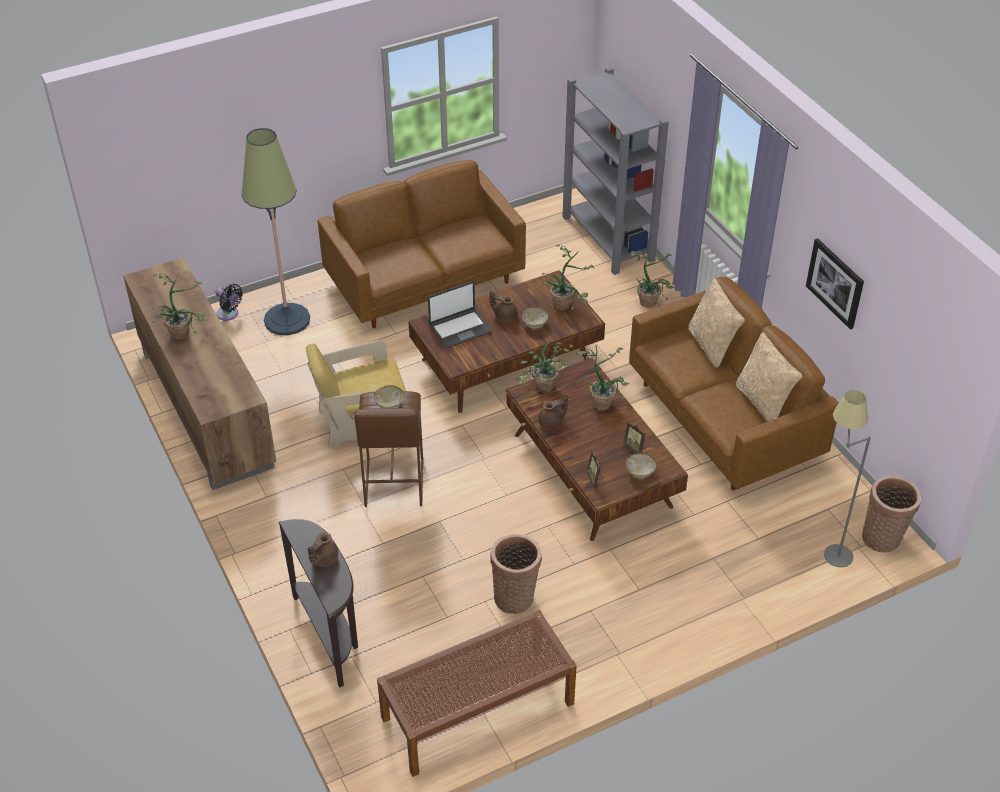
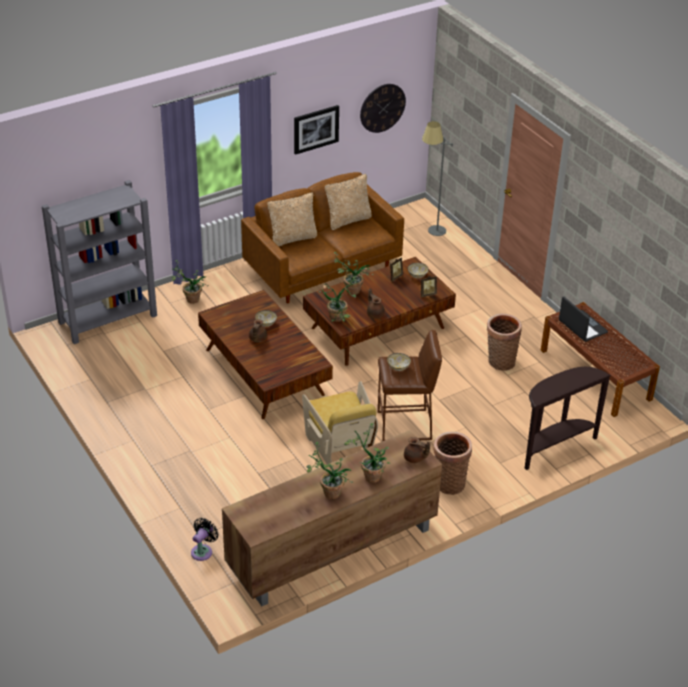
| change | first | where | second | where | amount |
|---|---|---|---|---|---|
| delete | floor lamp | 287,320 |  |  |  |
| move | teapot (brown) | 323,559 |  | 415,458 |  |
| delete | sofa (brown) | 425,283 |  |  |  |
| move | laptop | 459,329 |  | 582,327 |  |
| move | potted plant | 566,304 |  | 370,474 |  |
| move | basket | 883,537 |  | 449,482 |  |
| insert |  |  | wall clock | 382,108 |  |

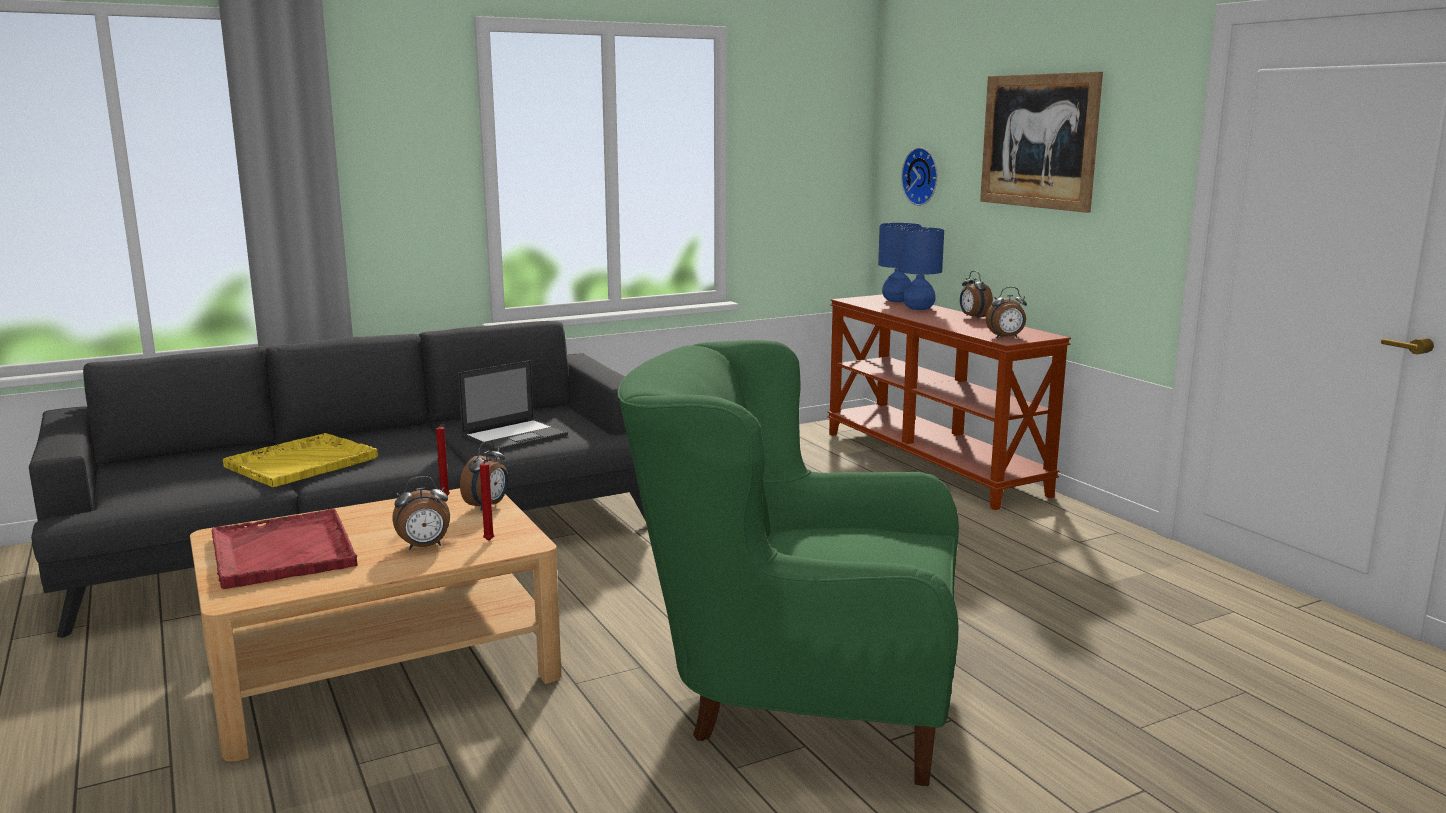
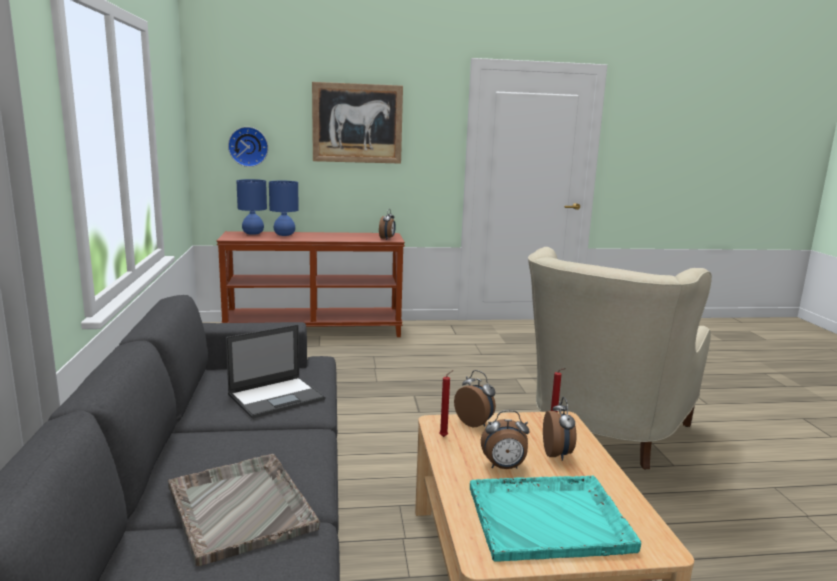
| change | first | where | second | where | amount |
|---|---|---|---|---|---|
| recolor | tray (red) | 283,552 | tray (turquoise) | 550,519 |  |
| recolor | tray (yellow) | 303,462 | tray (grey) | 240,507 |  |
| rotate | laptop | 515,436 |  | 277,397 | 75 degrees clockwise |
| recolor | armchair (green) | 794,699 | armchair (beige) | 604,435 |  |
| move | alarm clock | 973,317 |  | 504,467 |  |

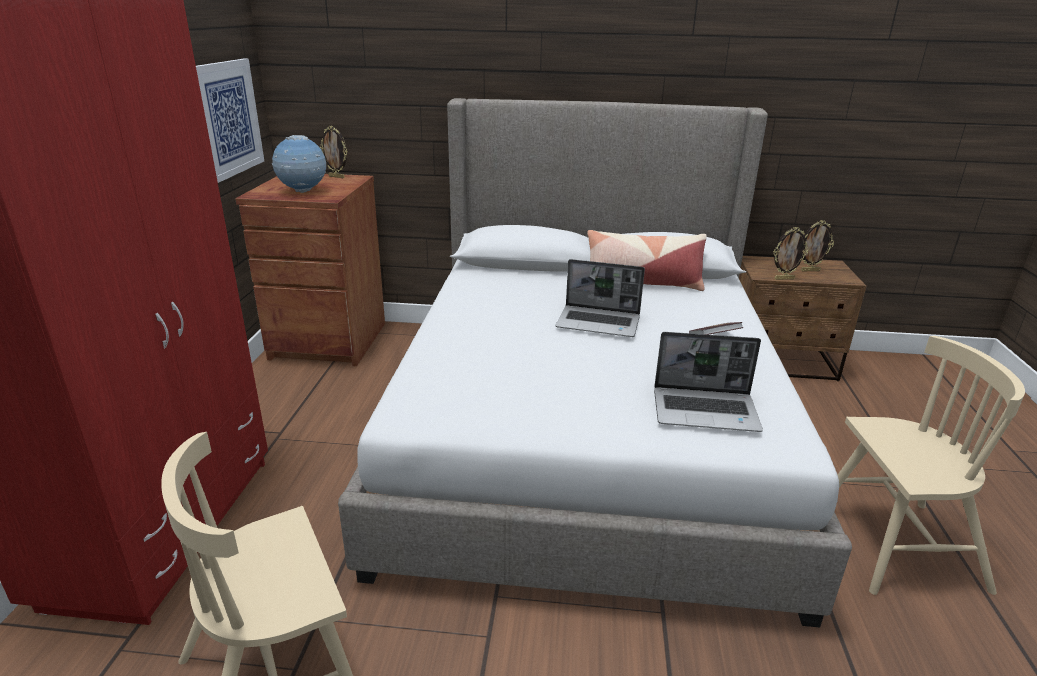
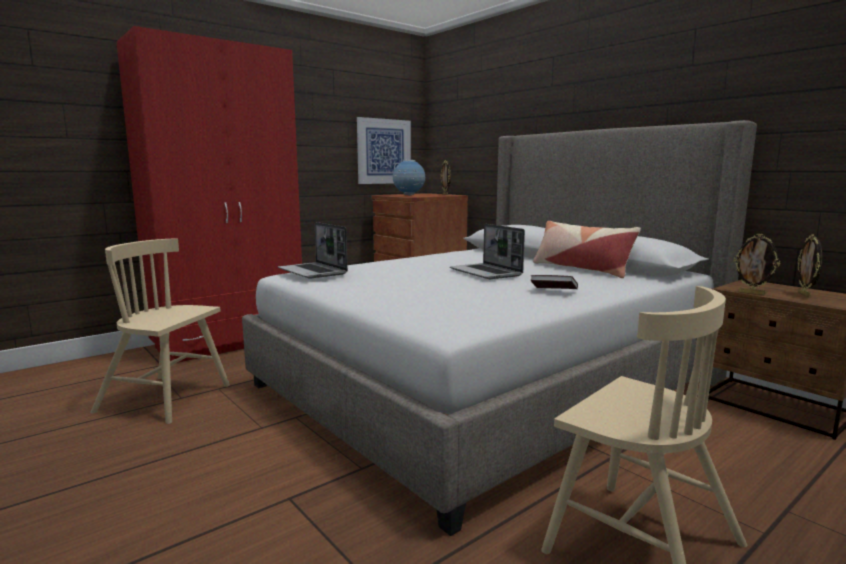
| change | first | where | second | where | amount |
|---|---|---|---|---|---|
| move | laptop | 706,411 |  | 313,272 |  |
| rotate | picture frame | 810,270 |  | 805,295 | 60 degrees clockwise |

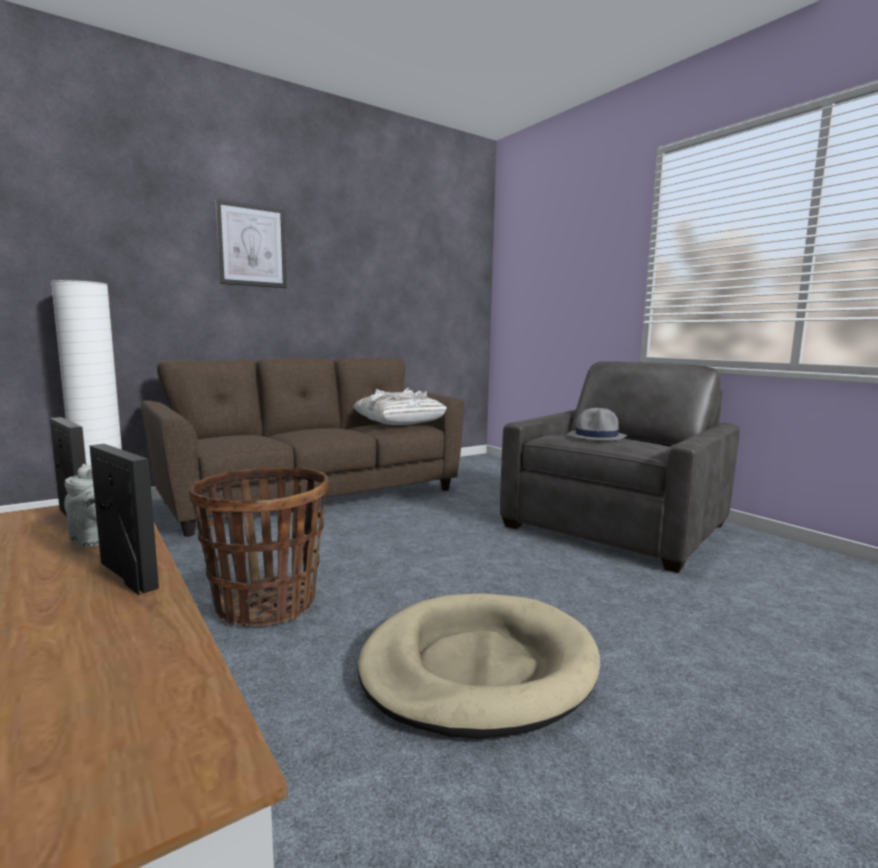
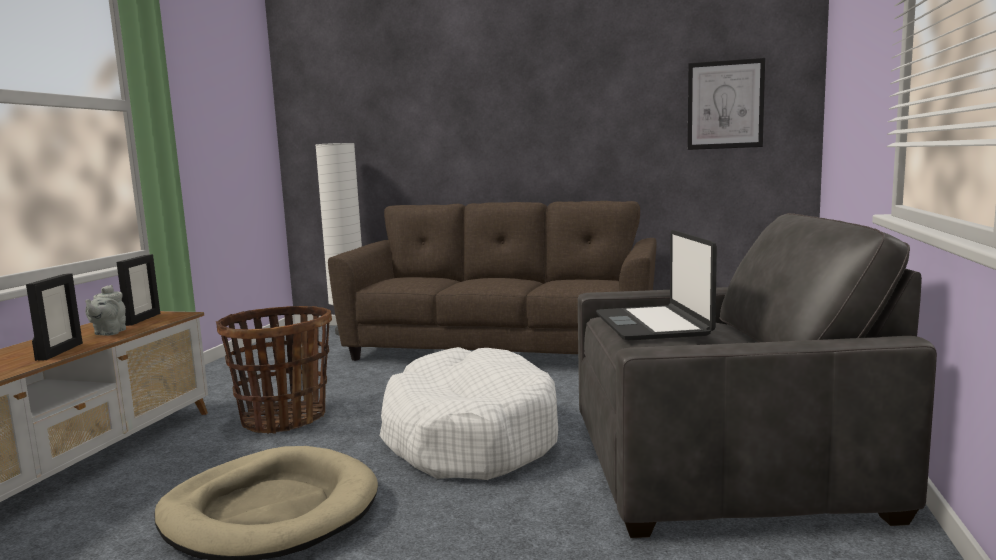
| change | first | where | second | where | amount |
|---|---|---|---|---|---|
| move | picture | 252,246 |  | 725,105 |  |
| delete | pillow (white) | 399,424 |  |  |  |
| replace | hat (grey) | 597,436 | laptop | 653,325 |  |
| insert |  |  | dog bed (white) | 469,437 |  |

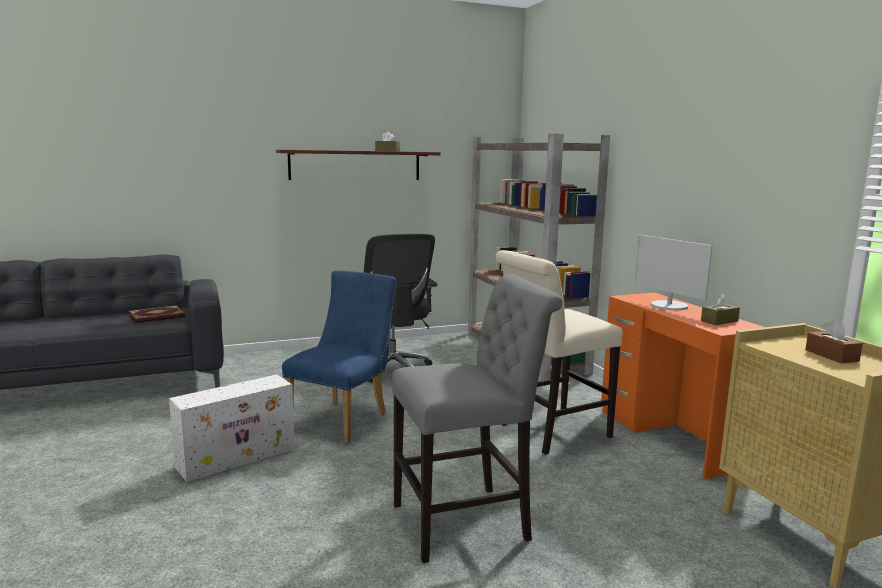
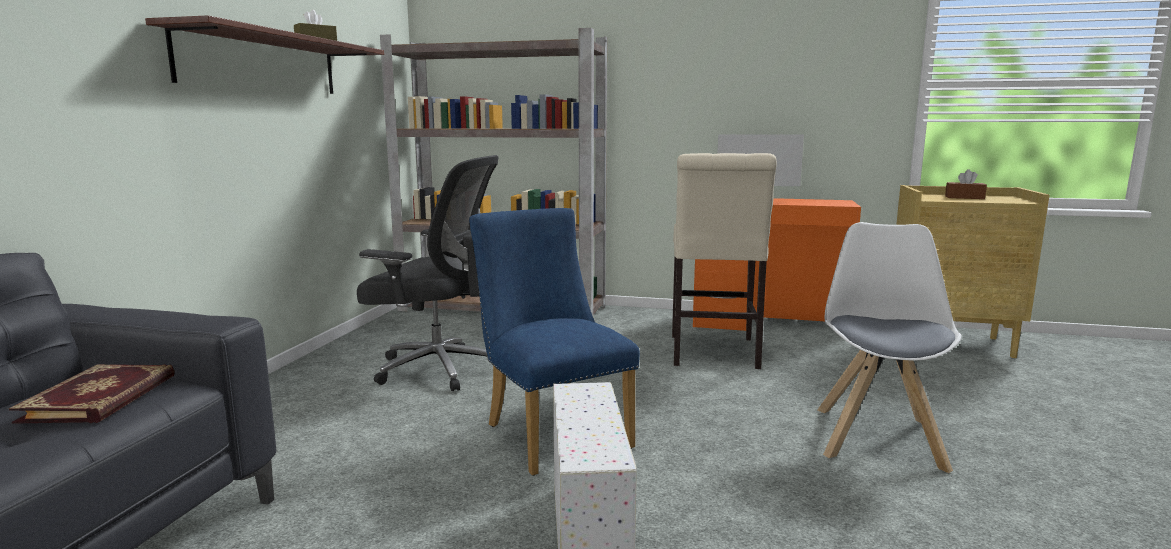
| change | first | where | second | where | amount |
|---|---|---|---|---|---|
| replace | stool (grey) | 468,522 | chair | 878,436 |  |
| delete | tissue box (brown) | 719,321 |  |  |  |

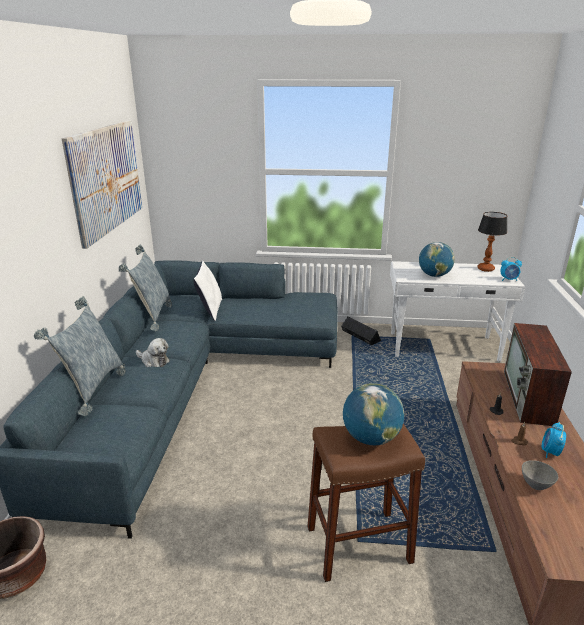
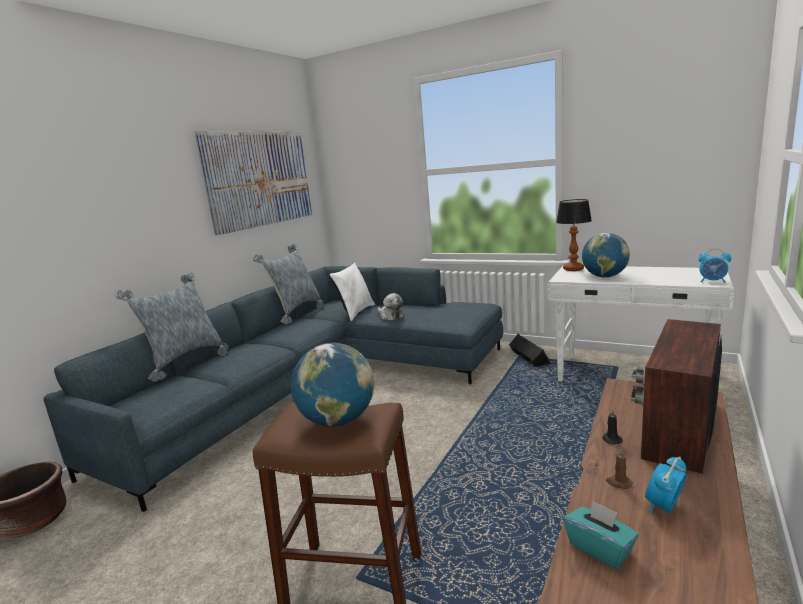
| change | first | where | second | where | amount |
|---|---|---|---|---|---|
| move | plush toy | 153,361 |  | 390,316 |  |
| move | table lamp | 486,269 |  | 573,269 |  |
| replace | bowl (grey) | 535,485 | tissue box (turquoise) | 600,548 |  |

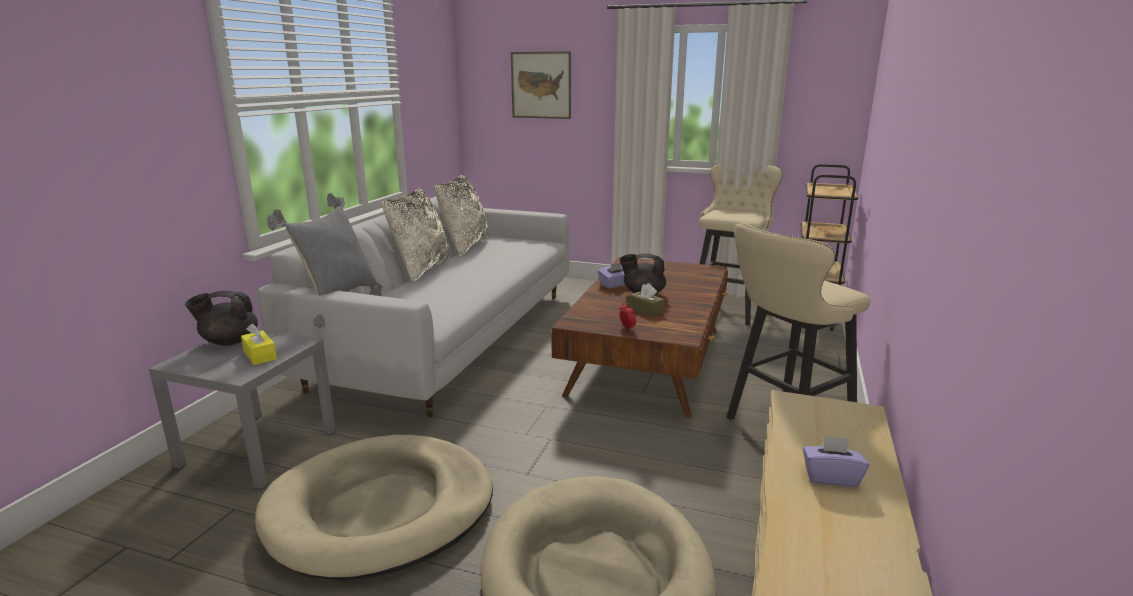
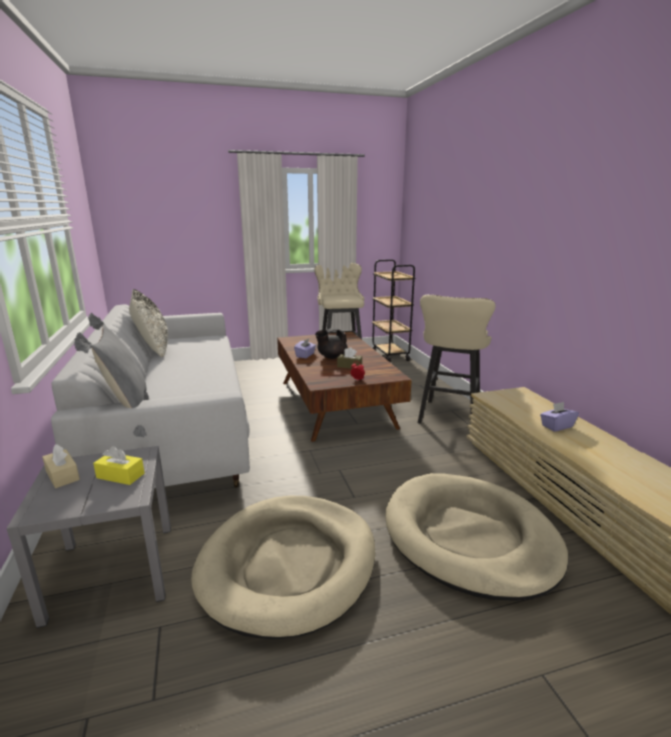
| change | first | where | second | where | amount |
|---|---|---|---|---|---|
| replace | teapot (black) | 229,341 | tissue box (beige) | 62,475 |  |
| delete | pillow (beige) | 422,269 |  |  |  |
| delete | picture | 541,85 |  |  |  |

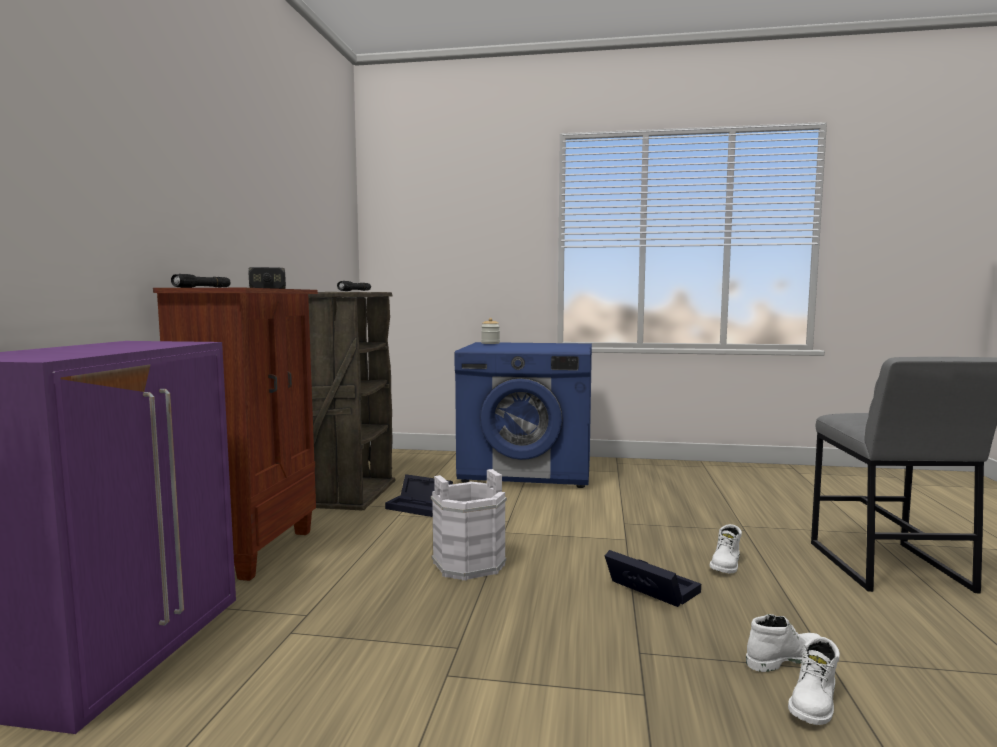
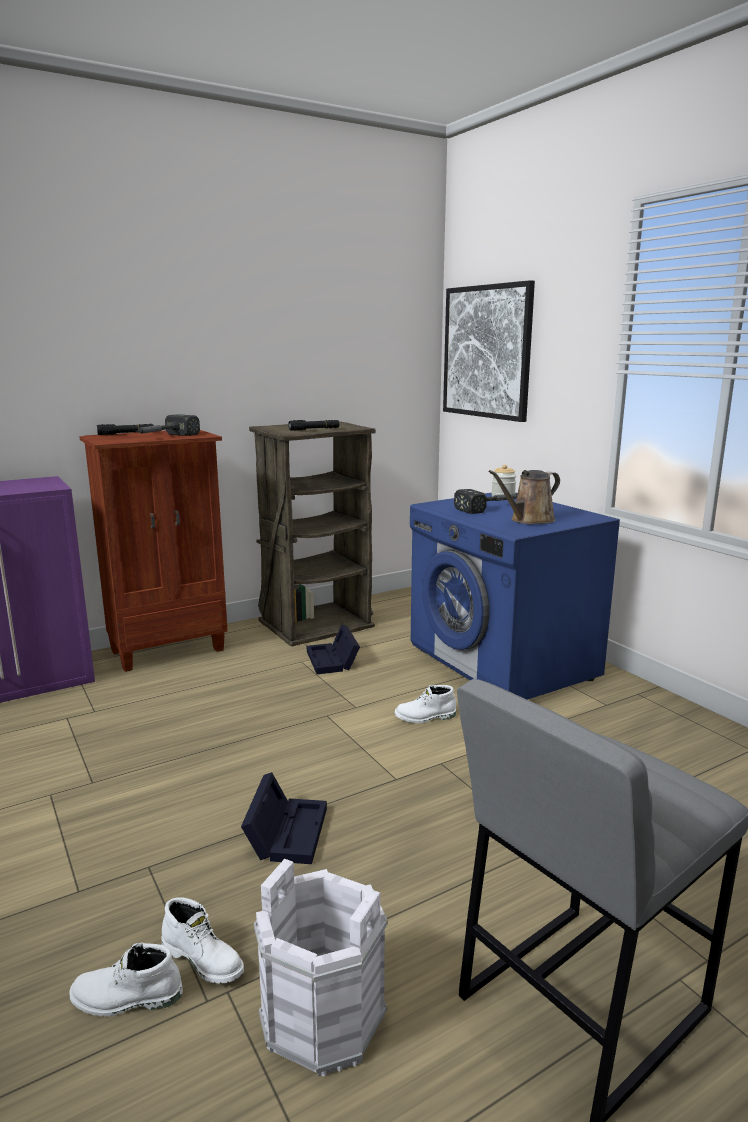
| change | first | where | second | where | amount |
|---|---|---|---|---|---|
| move | bucket (white) | 468,563 |  | 323,1016 |  |
| move | boot (white) | 726,565 |  | 425,717 |  |
| insert |  |  | picture | 487,352 |  |
| insert |  |  | hammer | 491,507 |  |
| insert |  |  | watering can (brown) | 529,520 |  |

